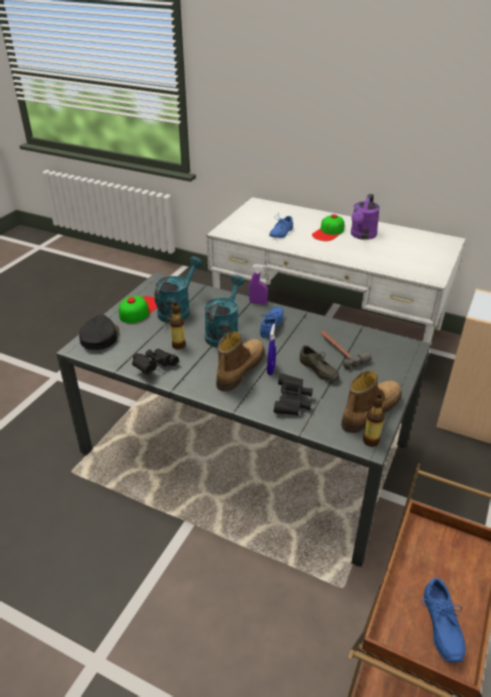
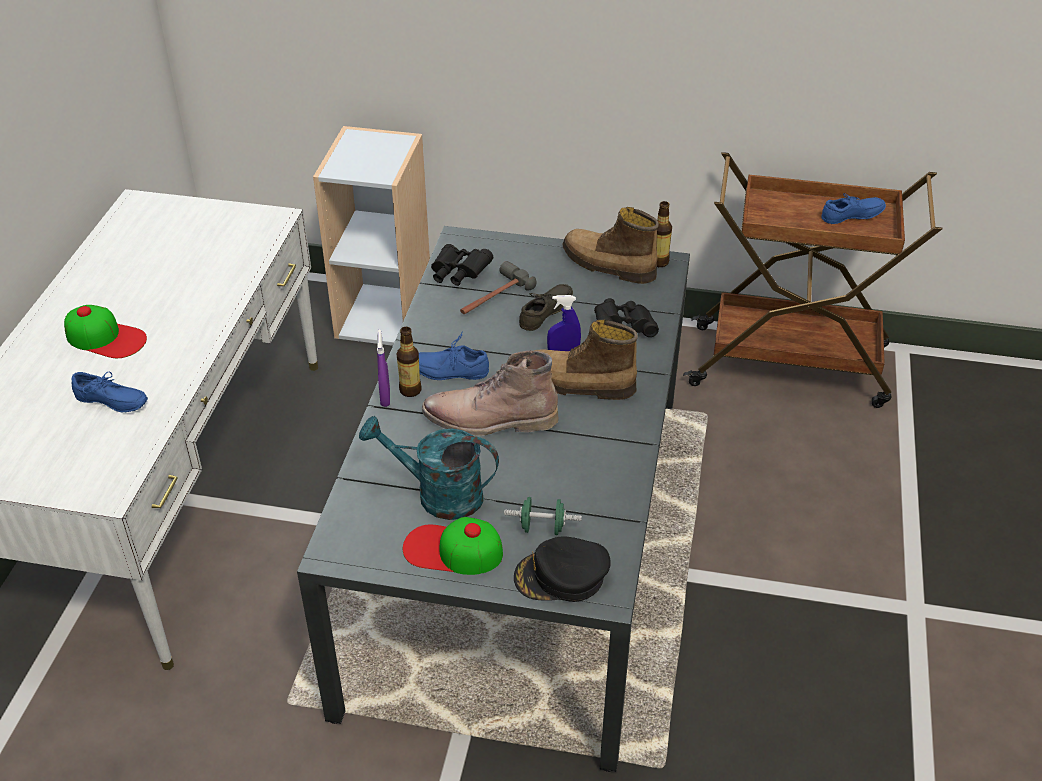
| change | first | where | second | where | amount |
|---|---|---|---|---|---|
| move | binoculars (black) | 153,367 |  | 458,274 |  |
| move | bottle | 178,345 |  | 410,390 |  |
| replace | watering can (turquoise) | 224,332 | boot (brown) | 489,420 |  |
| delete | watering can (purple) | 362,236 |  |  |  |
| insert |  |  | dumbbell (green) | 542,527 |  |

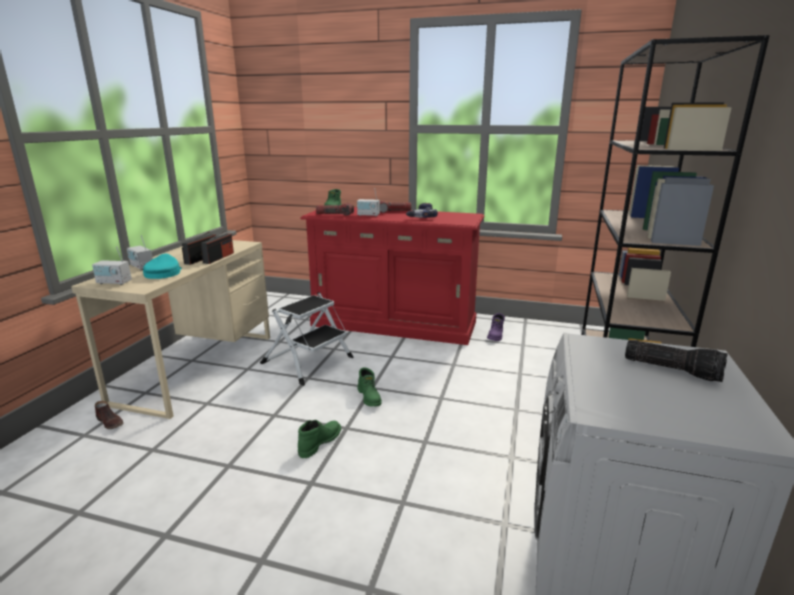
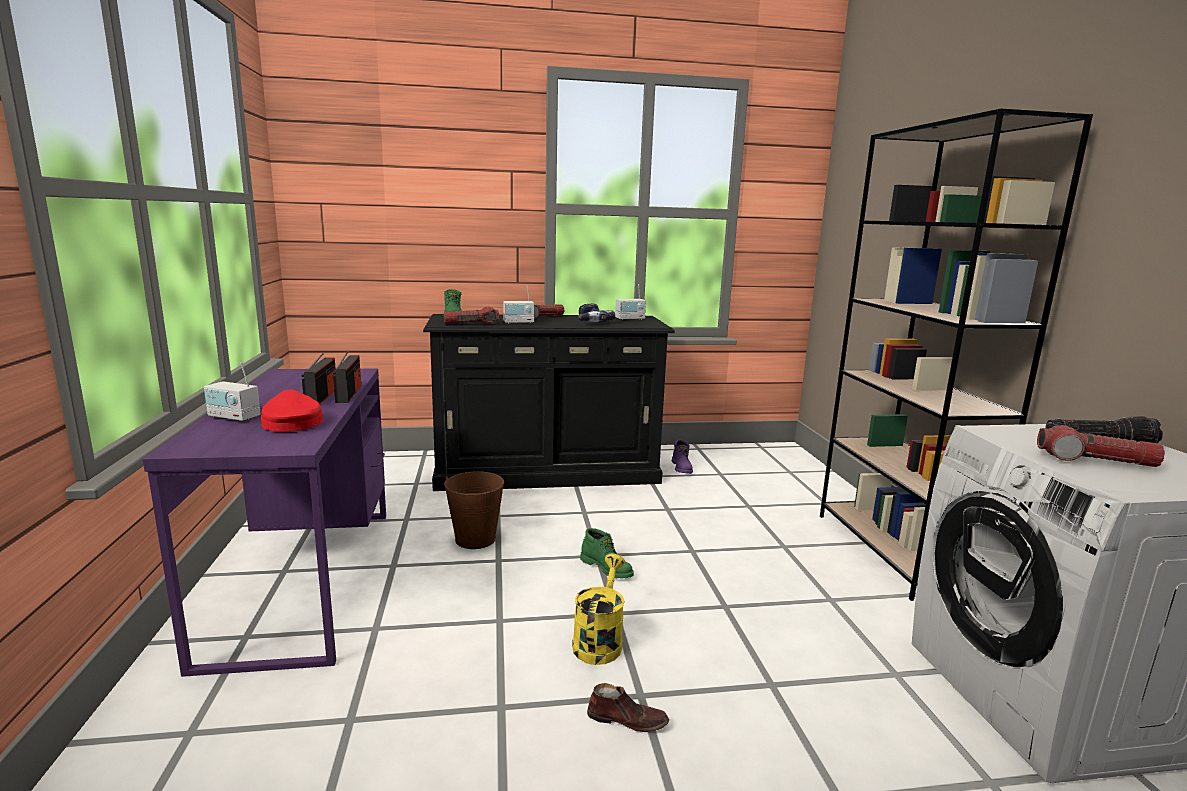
| change | first | where | second | where | amount |
|---|---|---|---|---|---|
| recolor | desk (beige) | 198,367 | desk (purple) | 306,579 |  |
| move | radio | 114,282 |  | 630,319 |  |
| move | shoe (brown) | 110,422 |  | 627,719 |  |
| recolor | cap (turquoise) | 163,273 | cap (red) | 291,422 |  |
| replace | step ladder | 307,361 | bucket (brown) | 475,539 |  |
| replace | boot (green) | 319,442 | watering can (yellow) | 599,640 |  |
| recolor | cabinet (red) | 394,324 | cabinet (black) | 547,472 |  |
| insert |  |  | flashlight | 1095,460 |  |

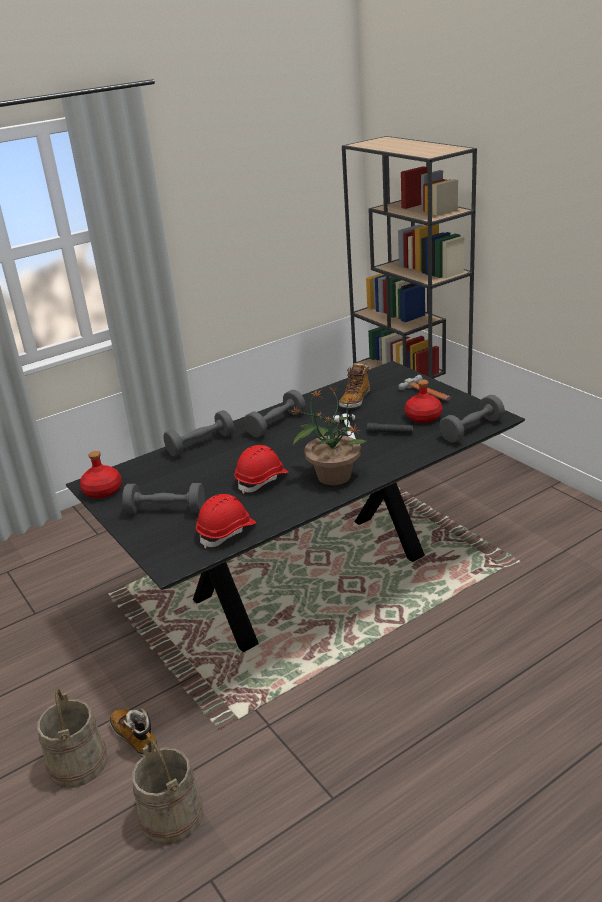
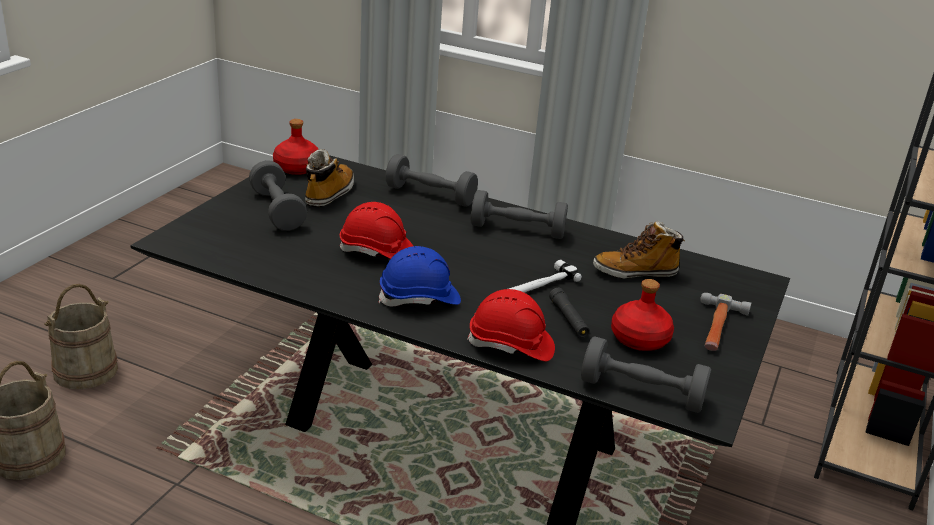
| change | first | where | second | where | amount |
|---|---|---|---|---|---|
| move | boot | 135,737 |  | 329,194 |  |
| move | hard hat (red) | 227,532 |  | 511,345 |  |
| replace | potted plant | 333,476 | hard hat (blue) | 419,298 |  |

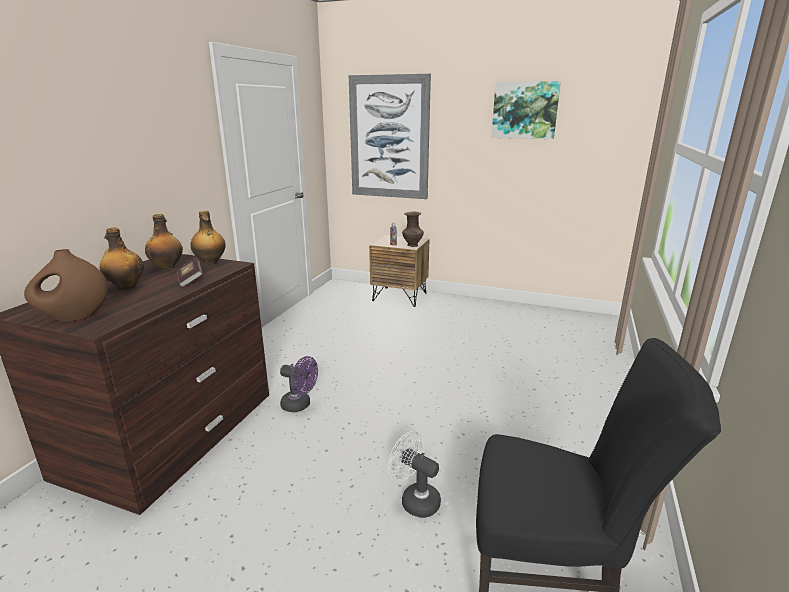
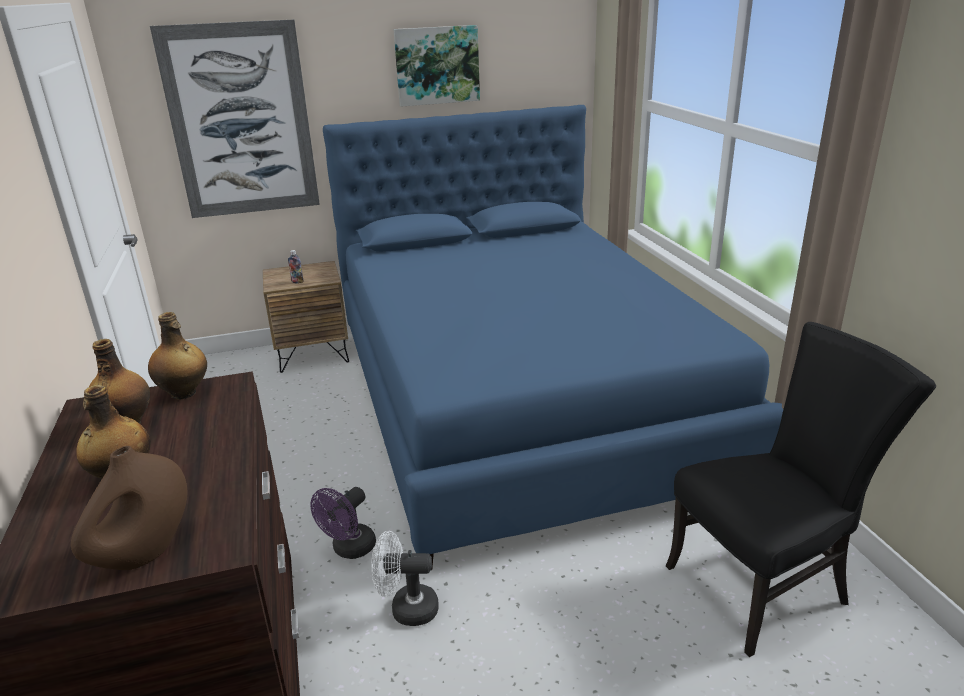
| change | first | where | second | where | amount |
|---|---|---|---|---|---|
| delete | book | 190,280 |  |  |  |
| rotate | fan (purple) | 300,405 |  | 349,549 | 135 degrees clockwise |
| move | fan (white) | 415,500 |  | 406,609 |  |
| delete | vase (brown) | 412,245 |  |  |  |
| insert |  |  | bed (blue) | 519,399 |  |

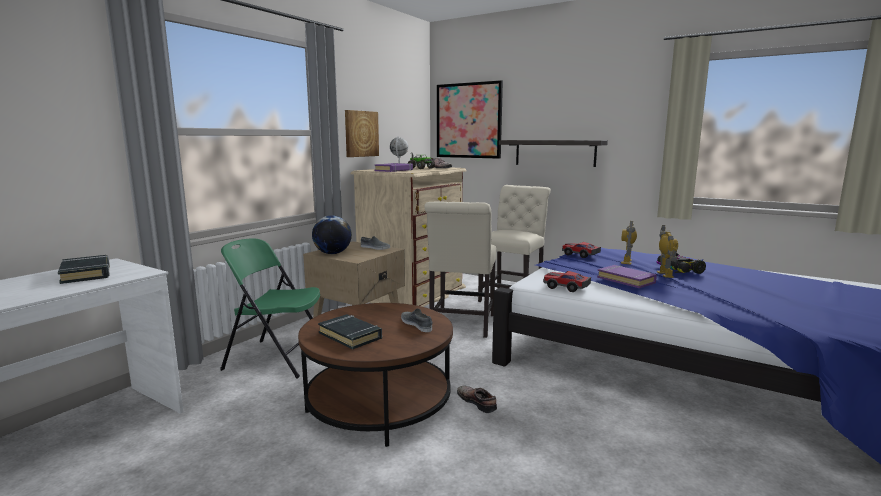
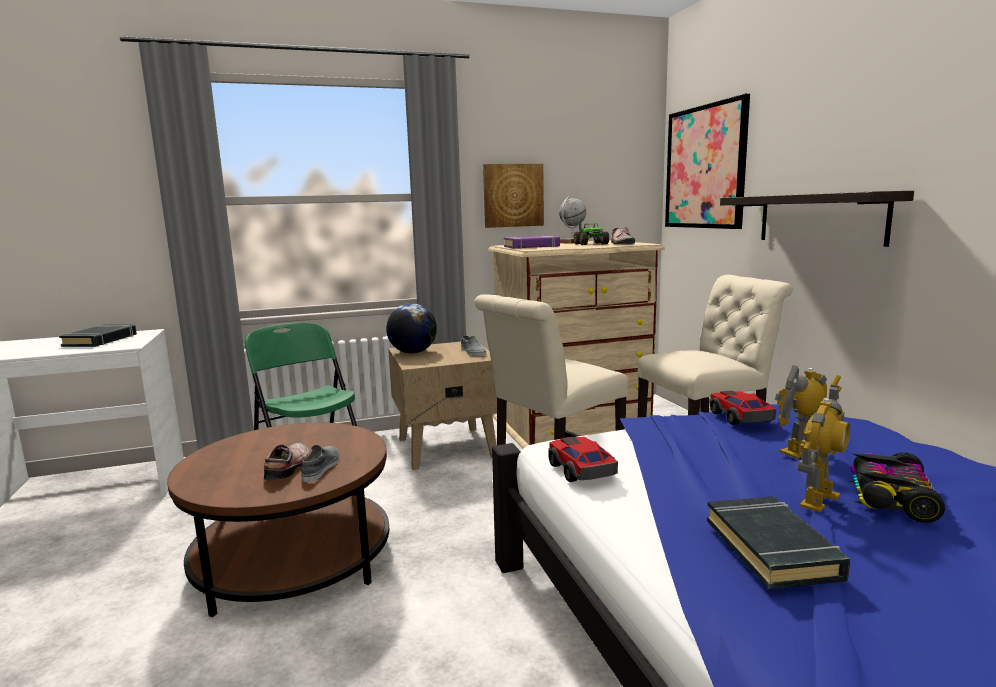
| change | first | where | second | where | amount |
|---|---|---|---|---|---|
| move | book (black) | 350,335 |  | 772,548 |  |
| move | shoe | 478,402 |  | 290,467 |  |
| delete | book (purple) | 626,280 |  |  |  |

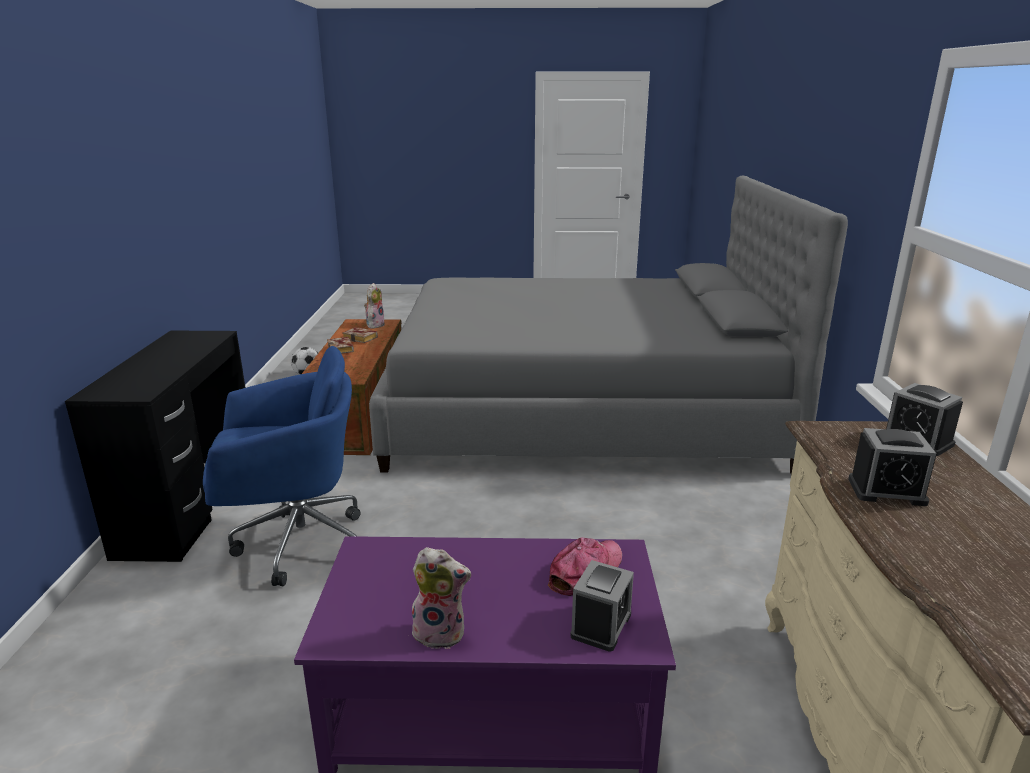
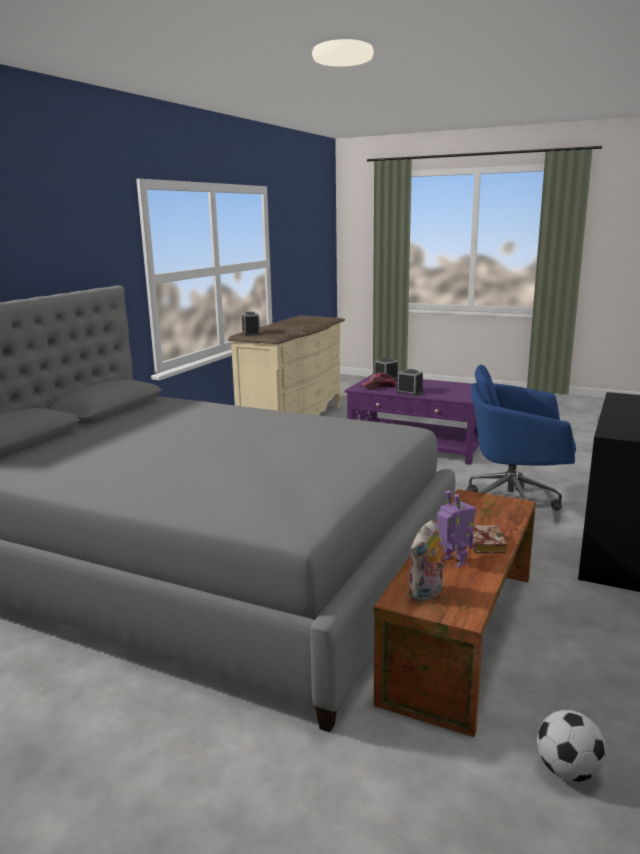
| change | first | where | second | where | amount |
|---|---|---|---|---|---|
| replace | book | 362,338 | toy robot | 453,562 |  |
| delete | plush toy | 441,632 |  |  |  |
| move | alarm clock | 886,491 |  | 409,392 |  |

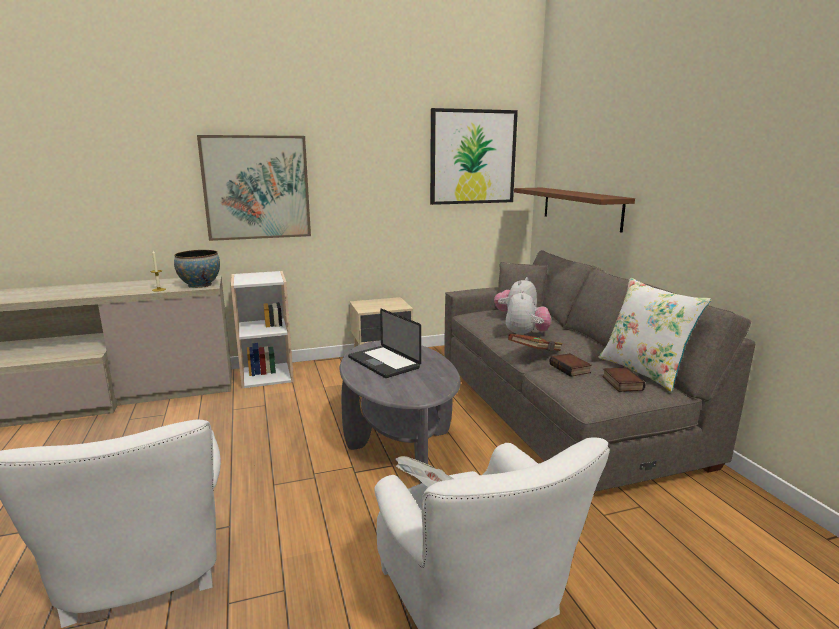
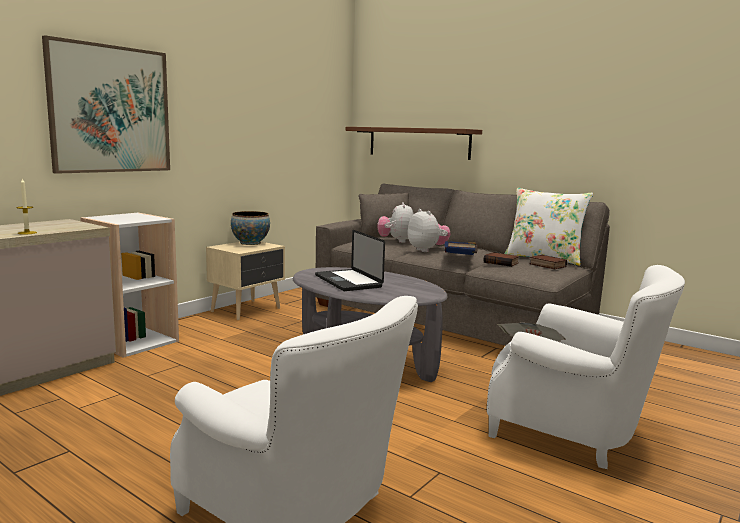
| change | first | where | second | where | amount |
|---|---|---|---|---|---|
| move | bowl | 200,285 |  | 250,243 |  |
| rotate | laptop | 383,363 |  | 348,281 | 45 degrees clockwise |
| delete | picture | 472,157 |  |  |  |
| recolor | book (brown) | 536,353 | book (blue) | 460,258 |  |

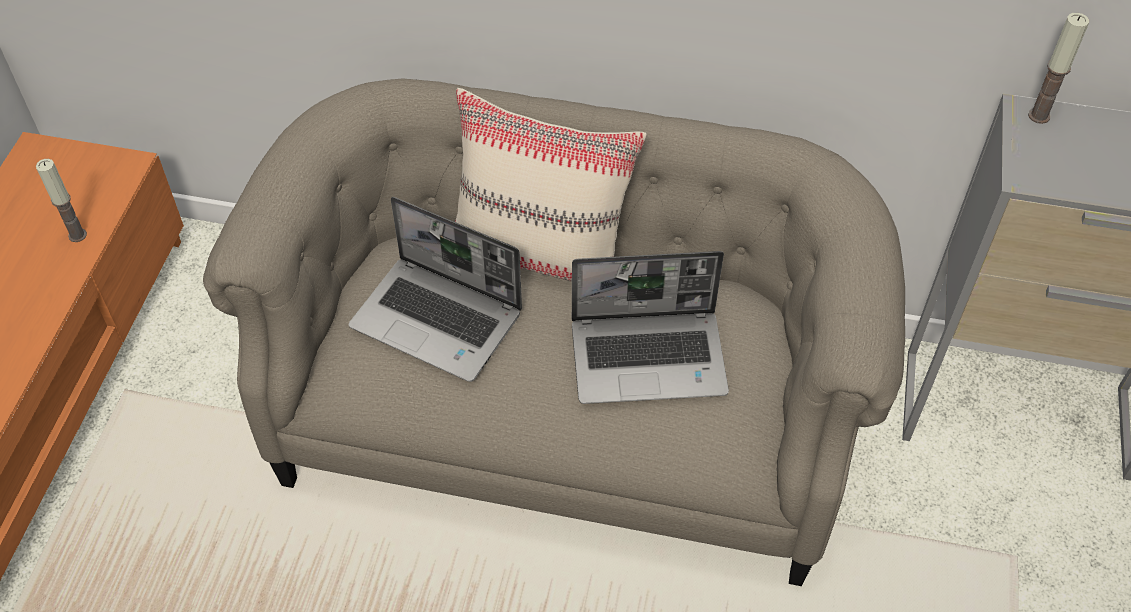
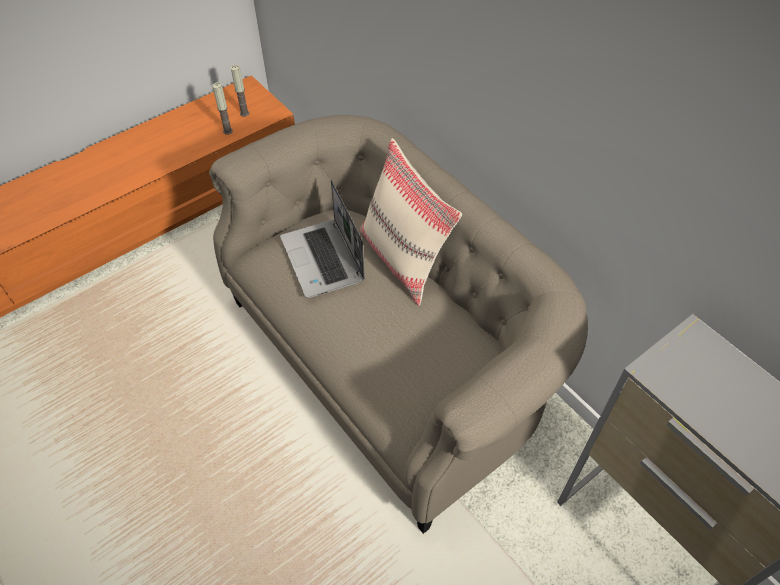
| change | first | where | second | where | amount |
|---|---|---|---|---|---|
| delete | laptop | 650,357 |  |  |  |
| move | candle | 1039,115 |  | 244,113 |  |

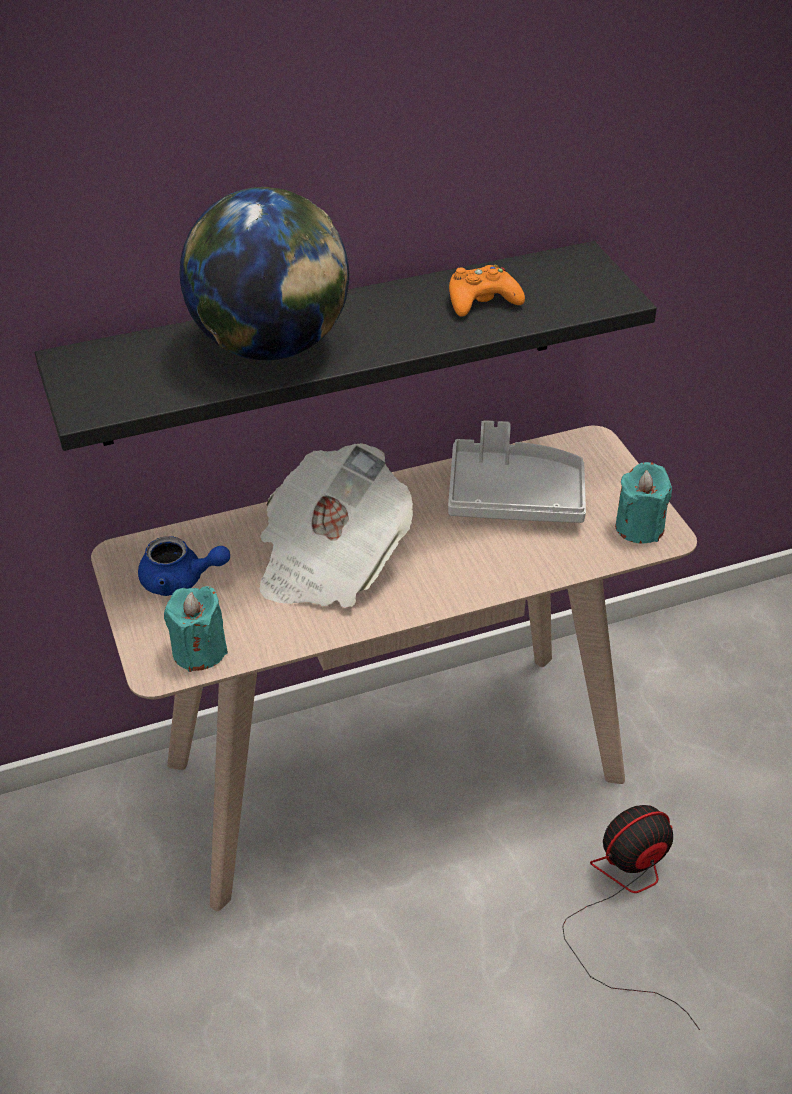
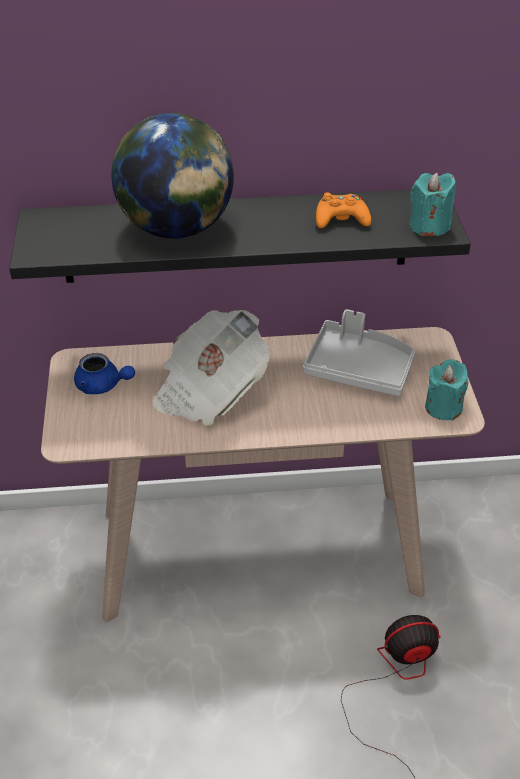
| change | first | where | second | where | amount |
|---|---|---|---|---|---|
| move | candle (turquoise) | 199,651 |  | 429,226 |  |

